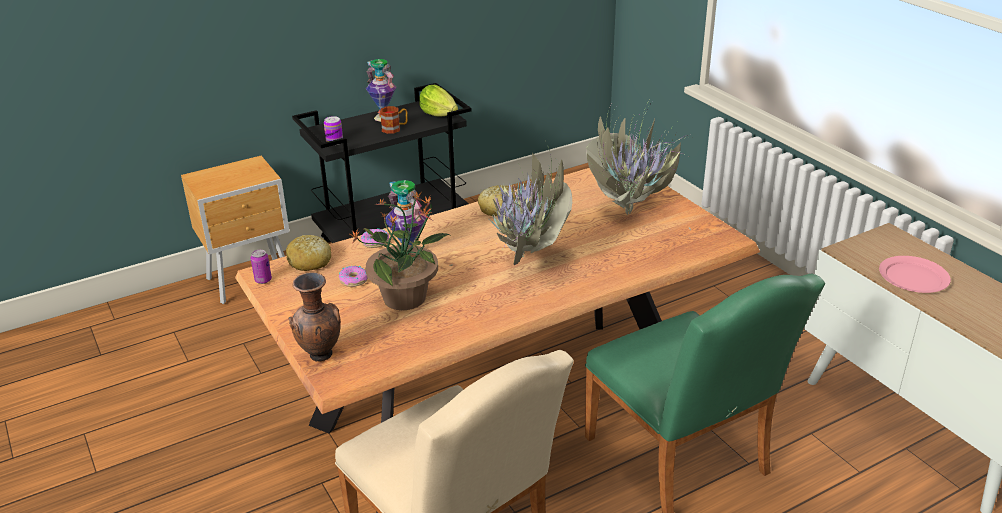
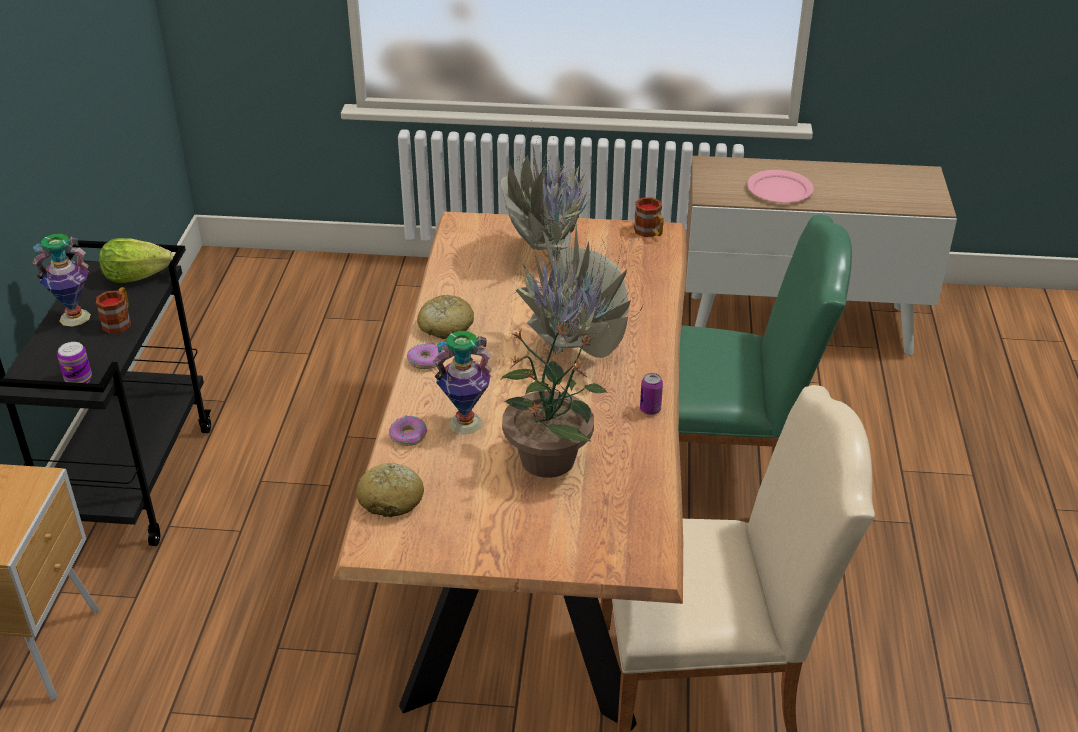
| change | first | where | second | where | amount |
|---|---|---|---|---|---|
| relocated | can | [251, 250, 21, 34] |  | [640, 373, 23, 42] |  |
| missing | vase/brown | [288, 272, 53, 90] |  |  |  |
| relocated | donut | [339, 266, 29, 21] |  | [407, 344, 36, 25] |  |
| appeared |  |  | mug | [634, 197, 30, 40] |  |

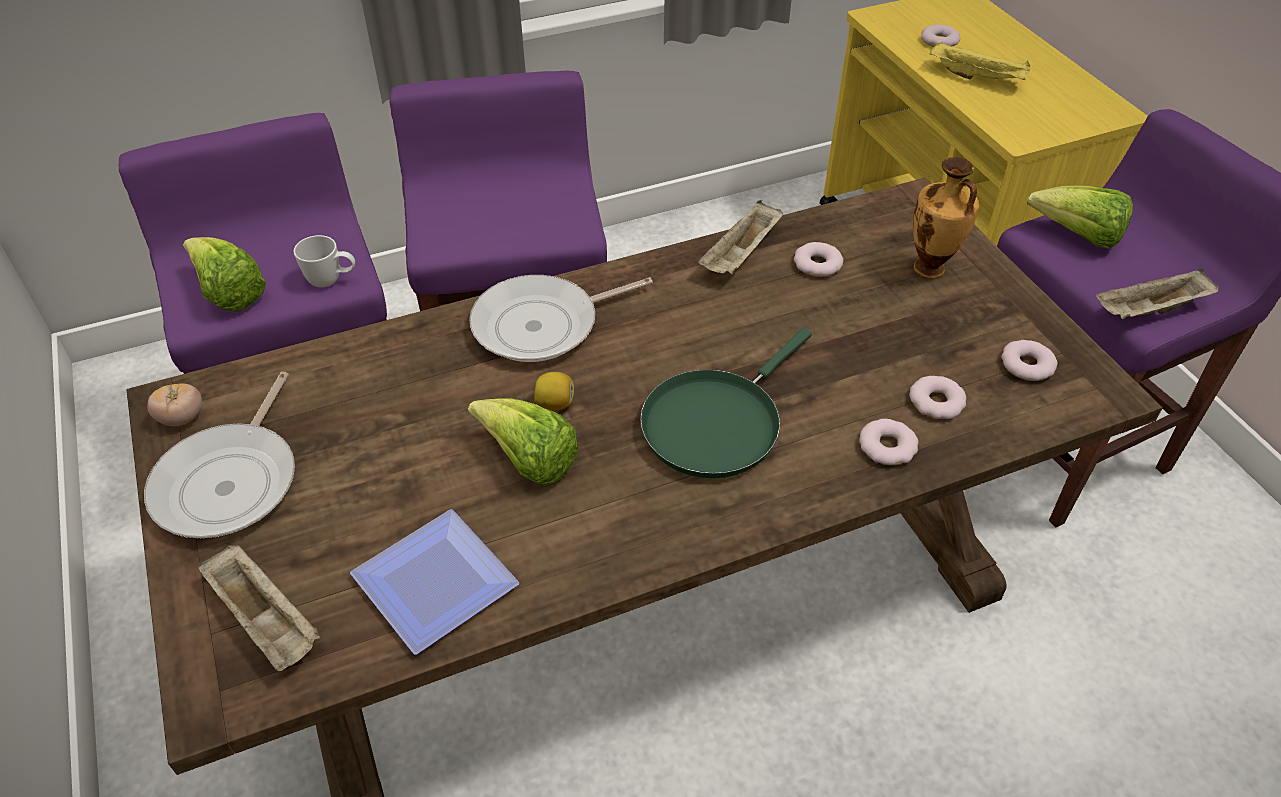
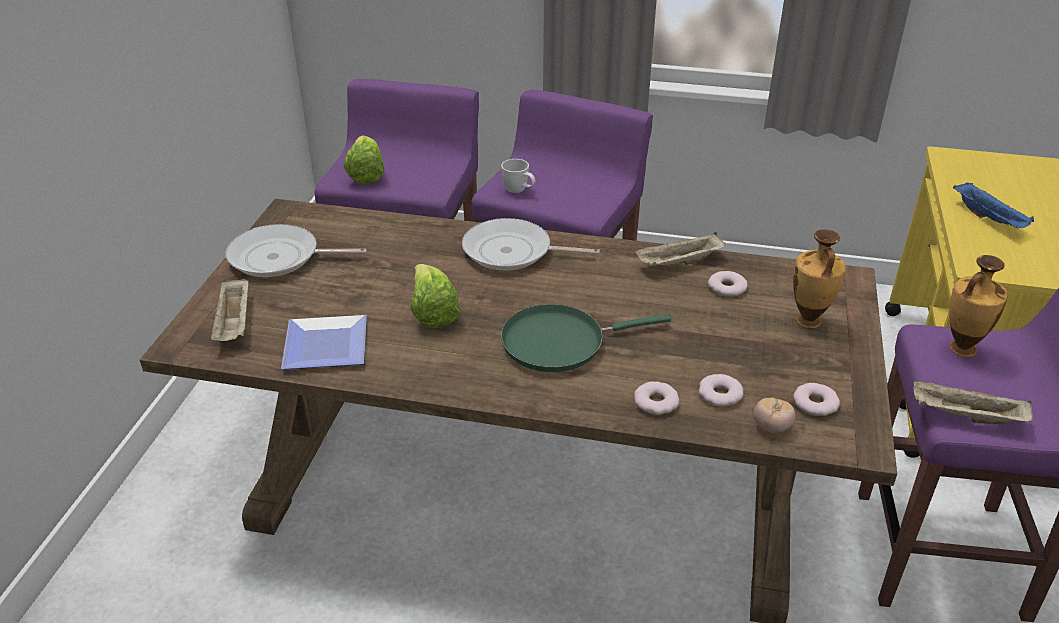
| change | first | where | second | where | amount |
|---|---|---|---|---|---|
| spun | frying pan | [144, 372, 151, 166] |  | [225, 224, 142, 53] | 45 degrees clockwise |
| relocated | tomato | [147, 383, 55, 43] |  | [753, 398, 43, 35] |  |
| relocated | mug/white | [294, 235, 61, 52] |  | [501, 159, 34, 34] |  |
| missing | lemon | [534, 372, 40, 39] |  |  |  |
| missing | donut | [921, 24, 39, 23] |  |  |  |
| colour | tray/yellow | [930, 42, 100, 38] | tray/blue | [953, 182, 81, 46] |  |
| exchanged | lettuce | [1027, 186, 106, 63] | vase | [949, 255, 59, 102] |  |

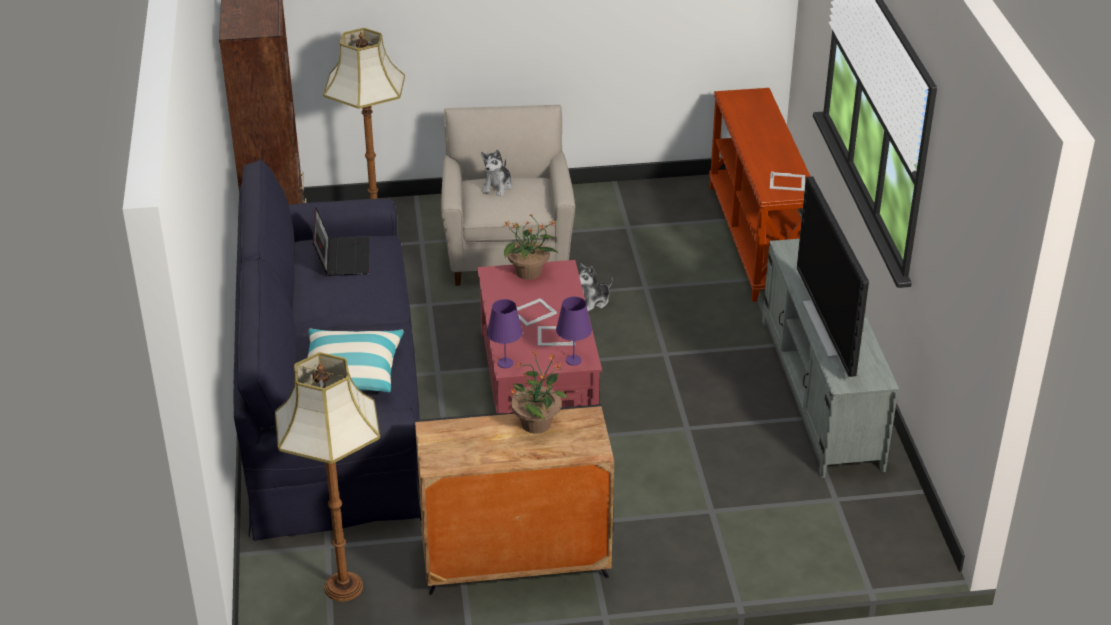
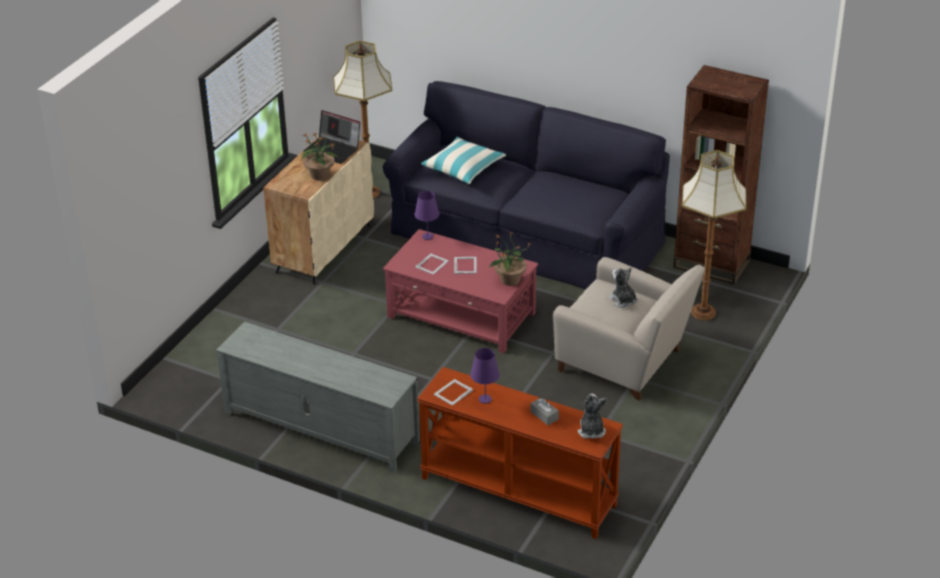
| change | first | where | second | where | amount |
|---|---|---|---|---|---|
| relocated | laptop | [313, 207, 56, 69] |  | [303, 110, 57, 54] |  |
| colour | cabinet/black | [415, 404, 199, 191] | cabinet/beige | [263, 136, 111, 149] |  |
| relocated | table lamp/purple | [556, 297, 36, 69] |  | [470, 348, 30, 56] |  |
| relocated | plush toy | [579, 263, 34, 48] |  | [578, 394, 29, 45] |  |
| missing | television | [797, 176, 72, 202] |  |  |  |
| appeared |  |  | tissue box/grey | [530, 397, 29, 28] |  |

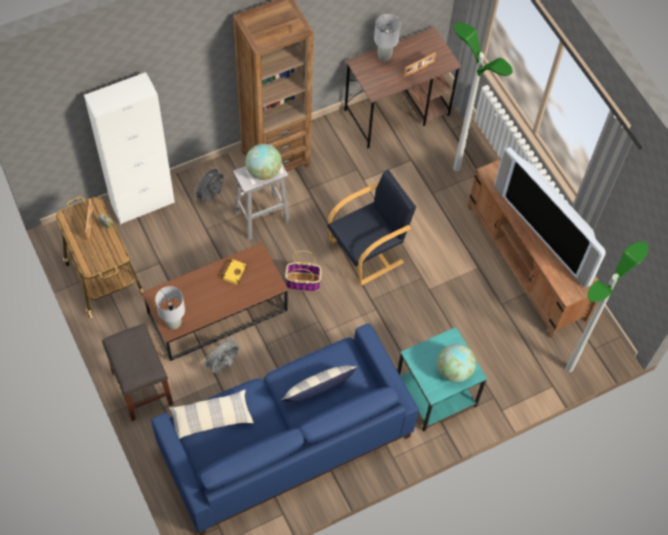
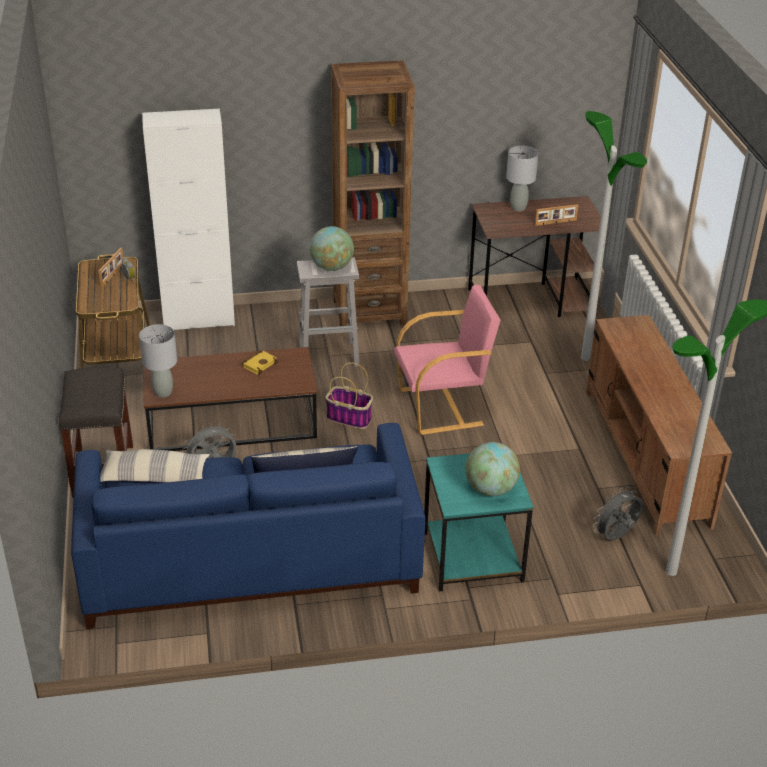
| change | first | where | second | where | amount |
|---|---|---|---|---|---|
| relocated | fan/grey | [193, 166, 31, 37] |  | [593, 486, 50, 54] |  |
| colour | armchair/black | [327, 170, 89, 115] | armchair/pink | [394, 285, 107, 150] |  |
| missing | television | [494, 147, 112, 141] |  |  |  |

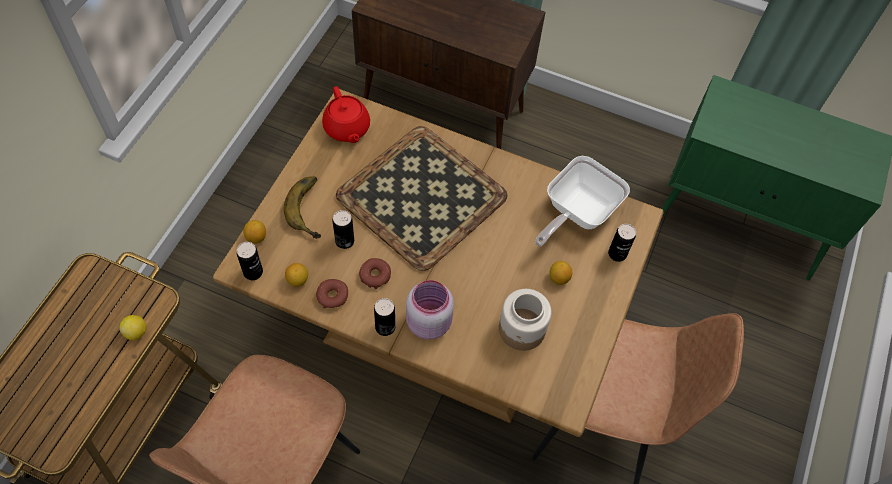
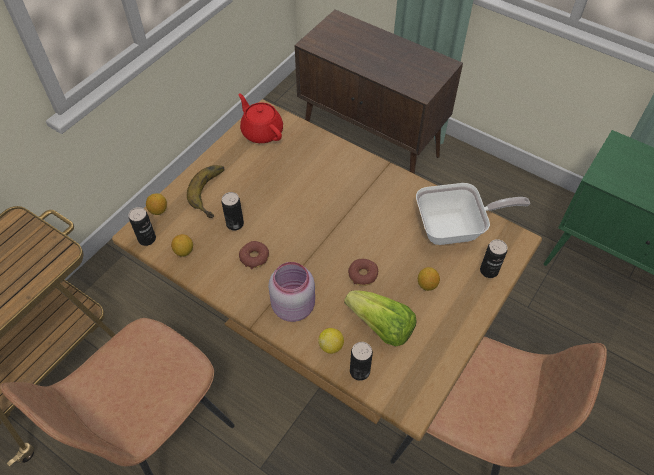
| change | first | where | second | where | amount |
|---|---|---|---|---|---|
| relocated | lemon | [119, 315, 27, 25] |  | [318, 328, 26, 26] |  |
| relocated | donut | [316, 279, 32, 30] |  | [348, 259, 30, 27] |  |
| spun | teapot/red | [322, 86, 48, 57] |  | [238, 94, 45, 49] | 150 degrees clockwise |
| missing | tray | [336, 126, 172, 145] |  |  |  |
| relocated | can | [374, 298, 21, 38] |  | [350, 342, 23, 39] |  |
| exchanged | jar | [499, 289, 53, 62] | lettuce | [344, 290, 72, 56] |  |
| spun | frying pan | [535, 156, 95, 90] |  | [416, 183, 114, 62] | 150 degrees counterclockwise |

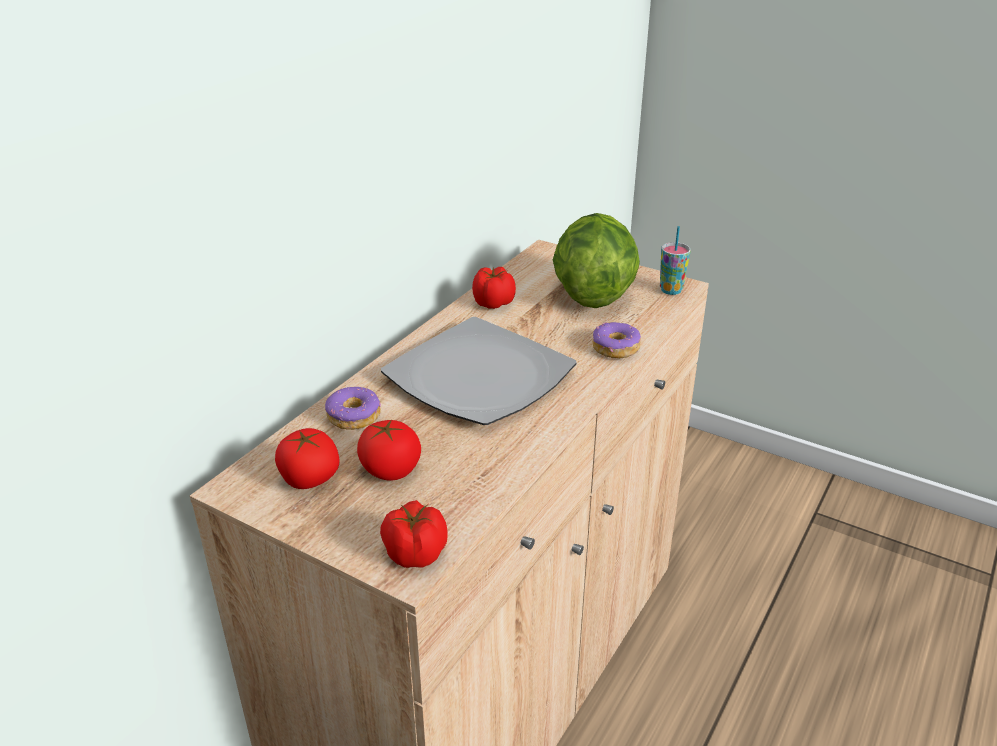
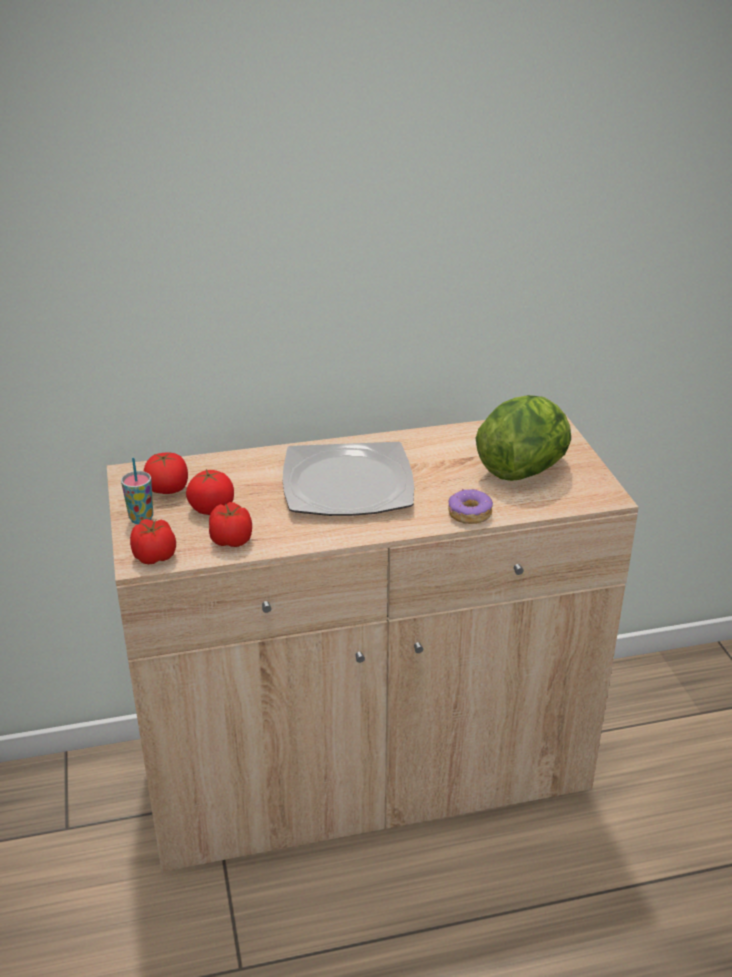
| change | first | where | second | where | amount |
|---|---|---|---|---|---|
| missing | donut | [325, 387, 56, 43] |  |  |  |
| relocated | tomato | [472, 267, 44, 42] |  | [209, 502, 43, 45] |  |
| relocated | cup | [660, 226, 31, 69] |  | [121, 458, 32, 66] |  |

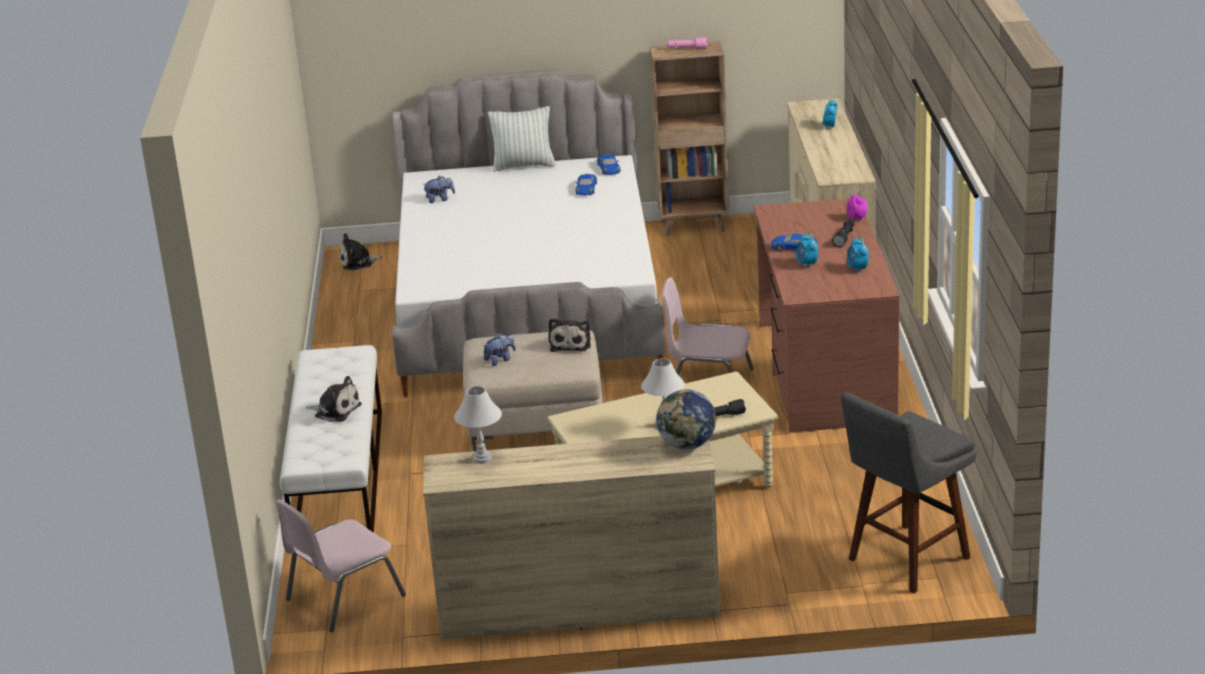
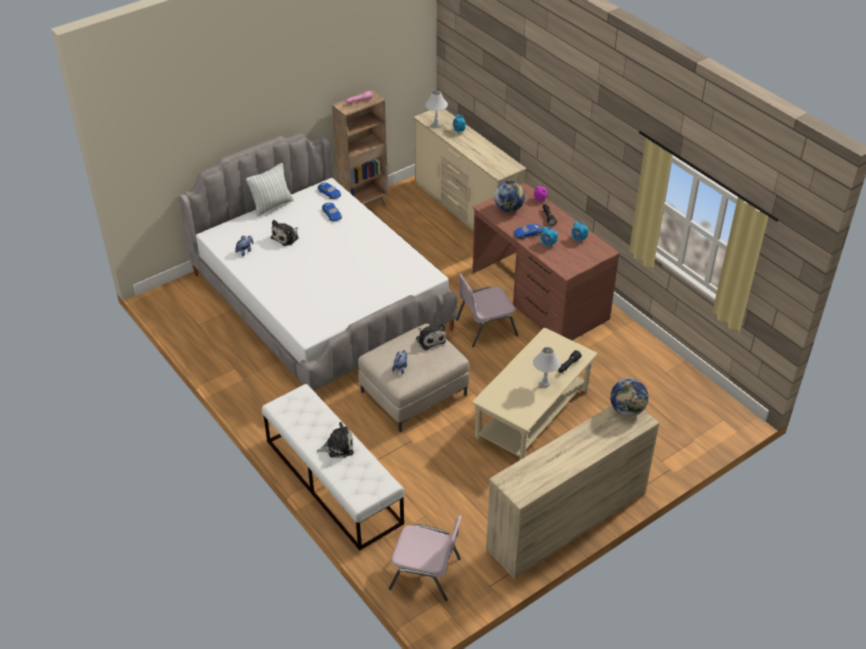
| change | first | where | second | where | amount |
|---|---|---|---|---|---|
| spun | chair/pink | [275, 499, 131, 133] |  | [389, 515, 73, 86] | 90 degrees counterclockwise |
| relocated | plush toy | [339, 233, 44, 37] |  | [271, 220, 28, 26] |  |
| relocated | table lamp/white | [454, 386, 48, 78] |  | [425, 90, 23, 38] |  |
| missing | stool/grey | [841, 392, 136, 202] |  |  |  |
| appeared |  |  | globe | [494, 181, 31, 31] |  |

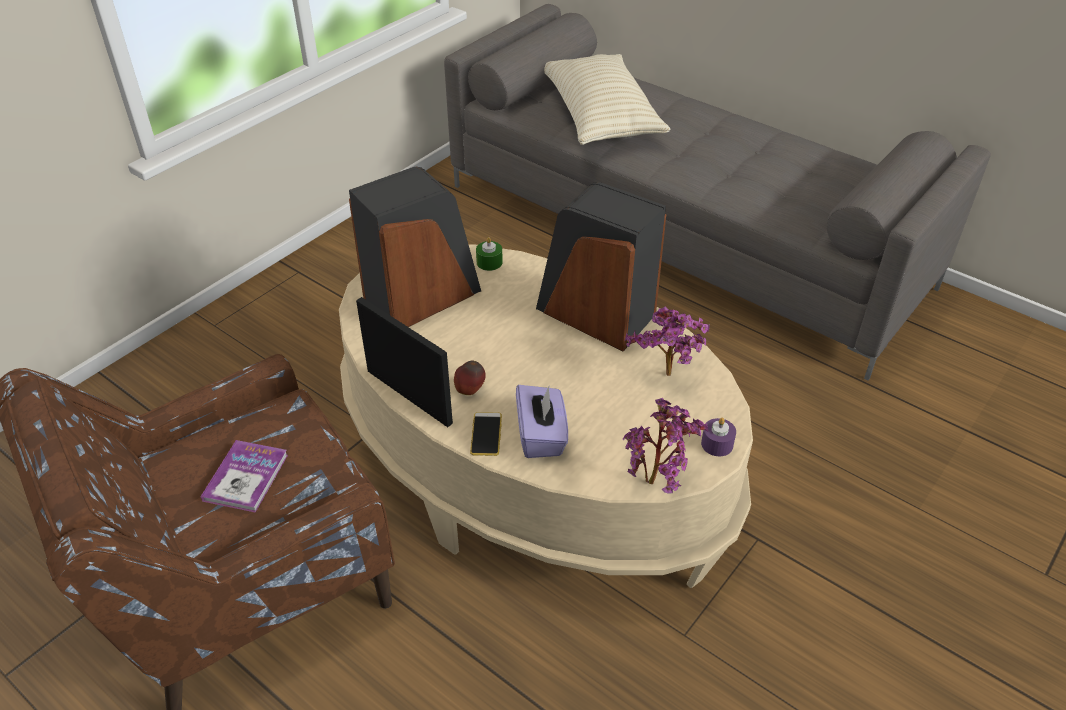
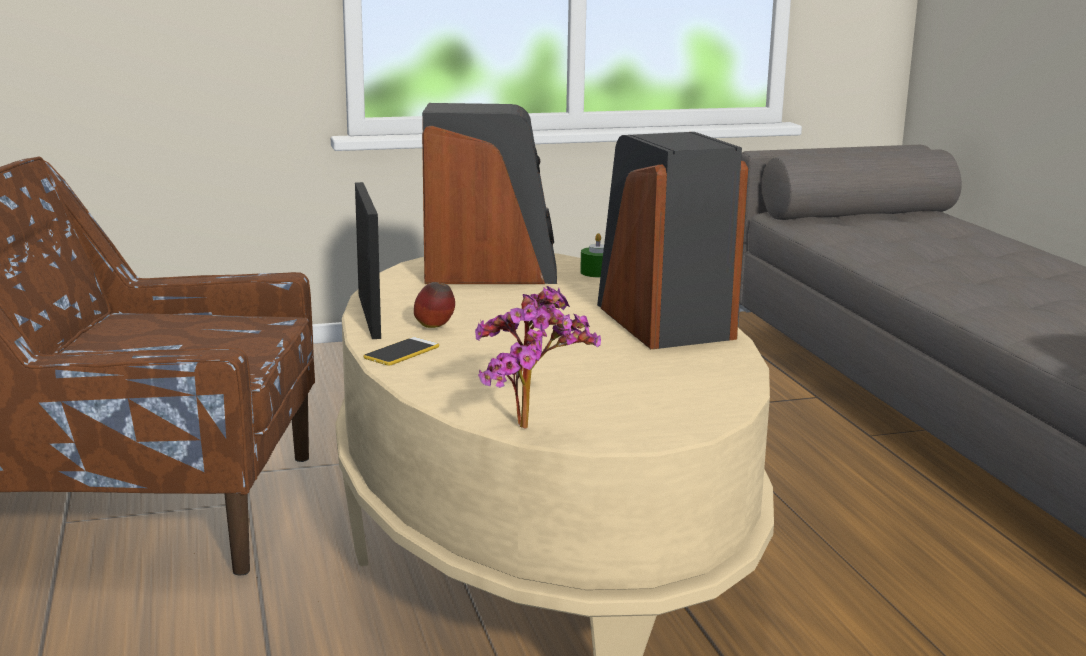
| change | first | where | second | where | amount |
|---|---|---|---|---|---|
| missing | book | [201, 440, 87, 73] |  |  |  |
| missing | tissue box/purple | [516, 385, 52, 73] |  |  |  |
| missing | pillow/beige | [544, 54, 126, 91] |  |  |  |
| missing | potted plant | [624, 306, 86, 70] |  |  |  |
| missing | candle/purple | [701, 418, 35, 38] |  |  |  |

